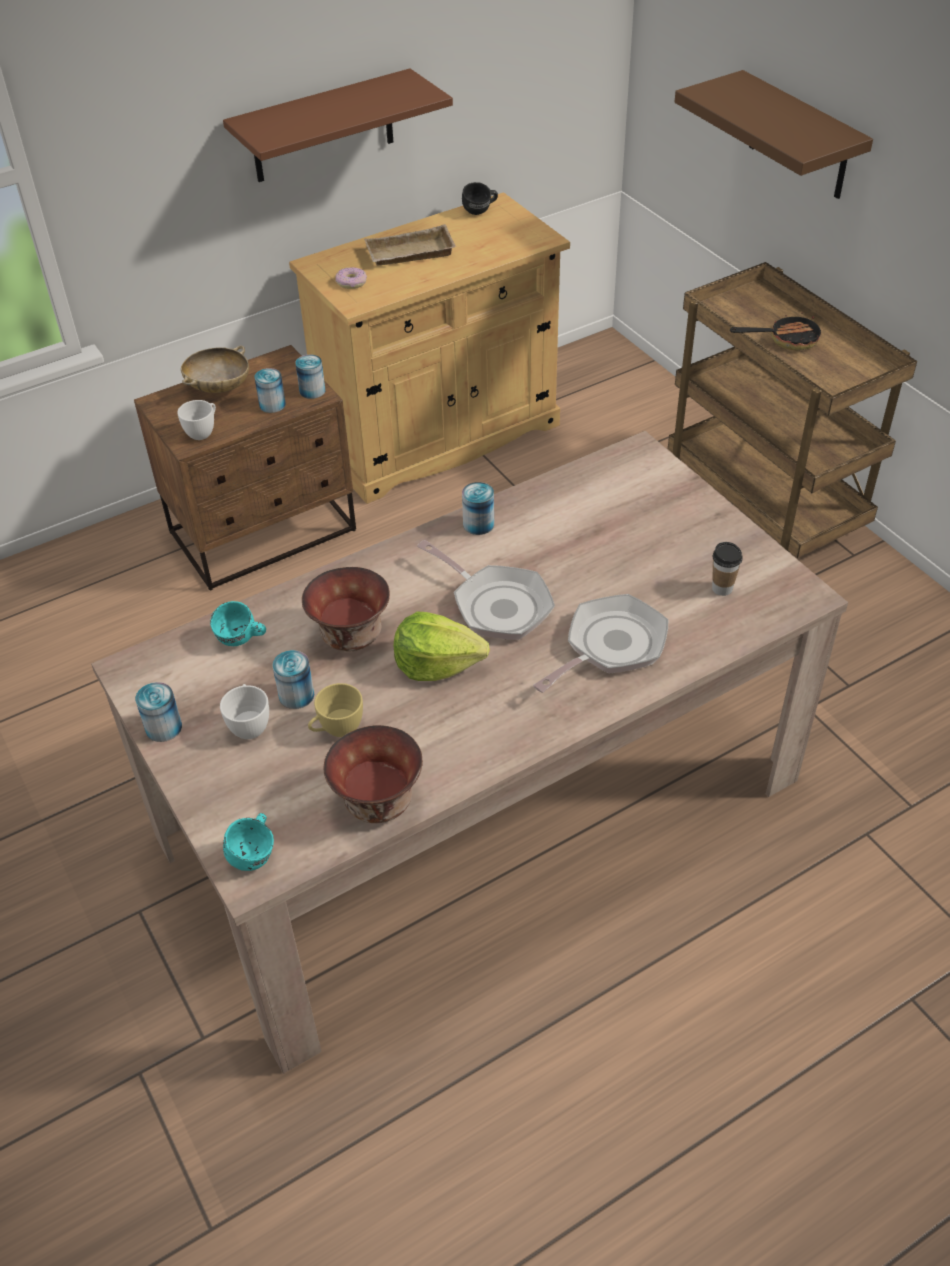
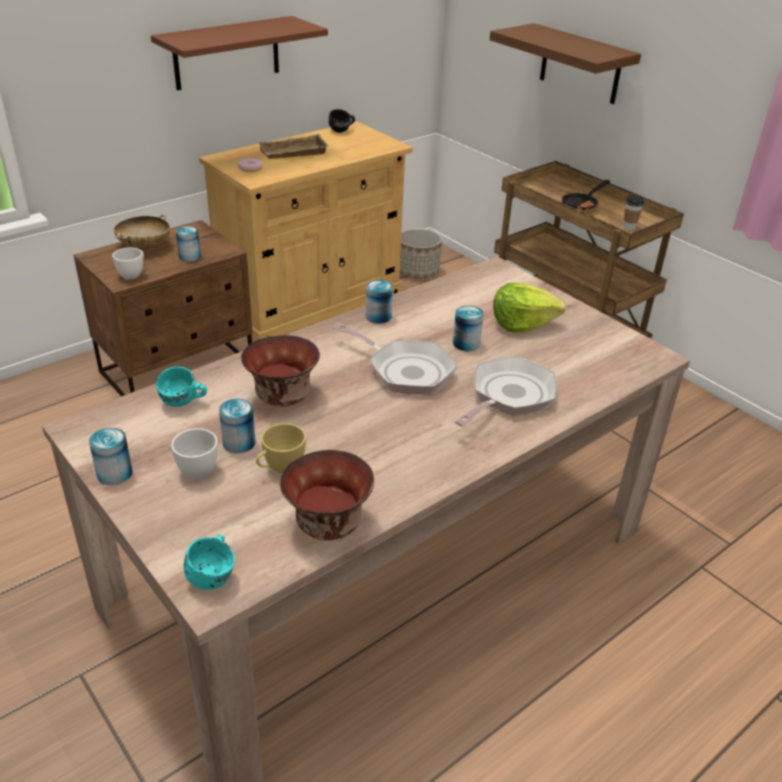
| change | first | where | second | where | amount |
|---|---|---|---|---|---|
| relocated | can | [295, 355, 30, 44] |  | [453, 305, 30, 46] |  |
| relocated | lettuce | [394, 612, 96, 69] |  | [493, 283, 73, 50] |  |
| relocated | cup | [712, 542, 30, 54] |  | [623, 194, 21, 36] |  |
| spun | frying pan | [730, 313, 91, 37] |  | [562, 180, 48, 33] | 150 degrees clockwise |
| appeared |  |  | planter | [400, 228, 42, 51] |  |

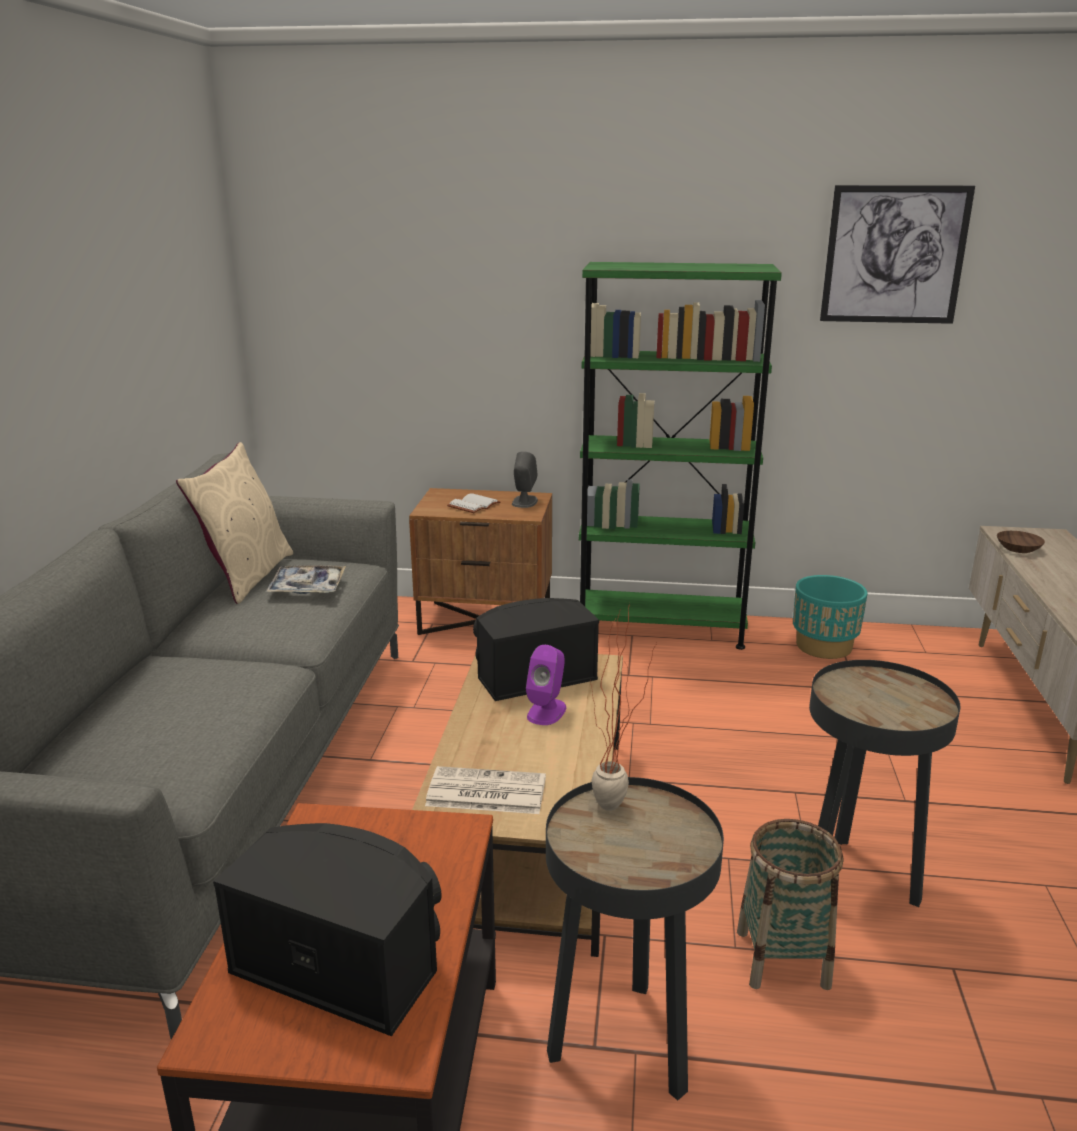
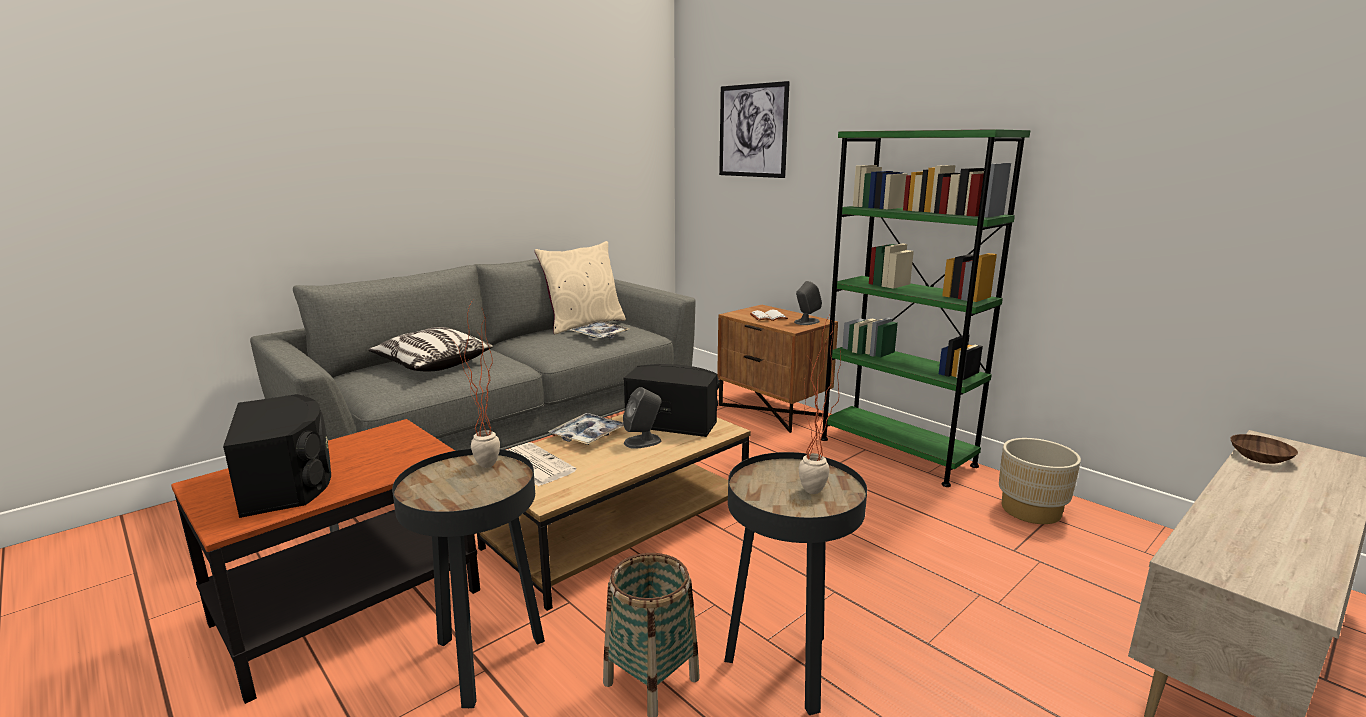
| change | first | where | second | where | amount |
|---|---|---|---|---|---|
| colour | speaker/purple | [526, 645, 40, 80] | speaker/grey | [623, 387, 39, 62] |  |
| colour | planter/turquoise | [793, 575, 74, 84] | planter/beige | [999, 438, 82, 86] |  |
| relocated | picture | [820, 185, 155, 139] |  | [719, 81, 71, 97] |  |
| appeared |  |  | pillow | [368, 327, 125, 44] |  |
| appeared |  |  | tray | [548, 413, 76, 32] |  |
| appeared |  |  | potted plant | [799, 313, 42, 181] |  |

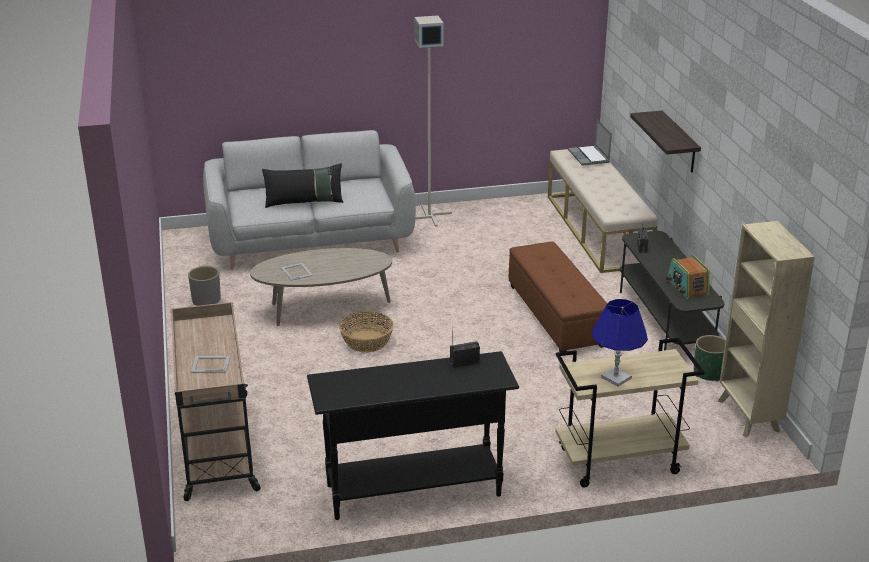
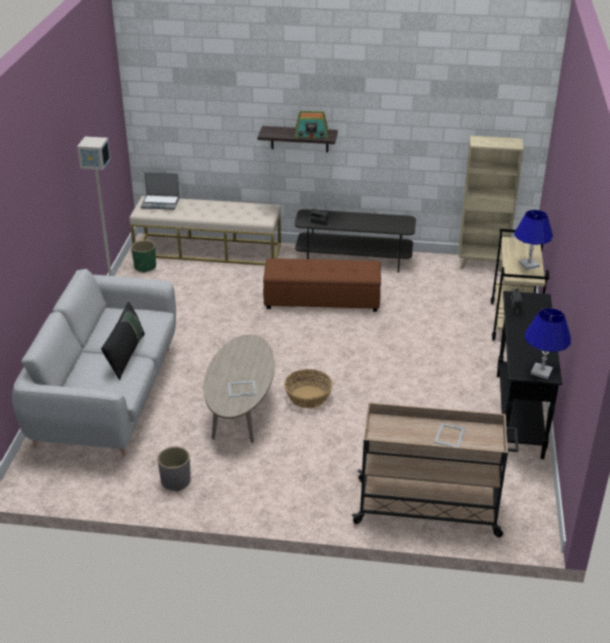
| change | first | where | second | where | amount |
|---|---|---|---|---|---|
| relocated | radio | [666, 255, 44, 44] |  | [295, 111, 33, 27] |  |
| relocated | planter/green | [694, 335, 32, 46] |  | [131, 240, 25, 33] |  |
| appeared |  |  | table lamp/blue | [525, 308, 46, 71] |  |

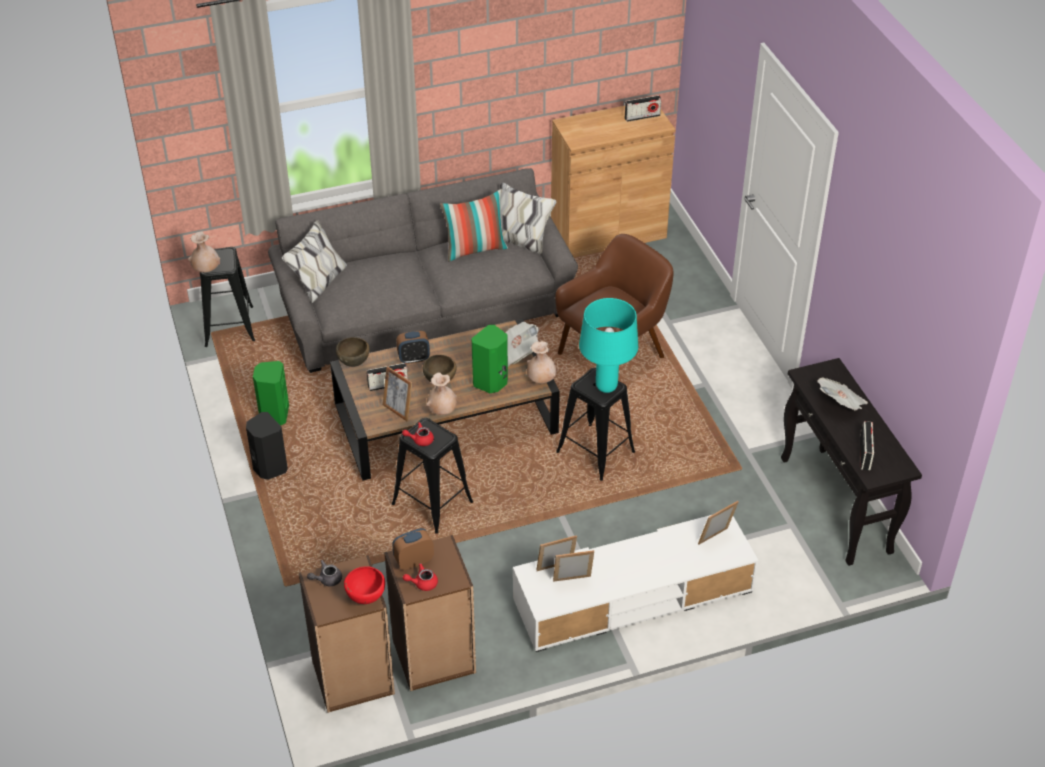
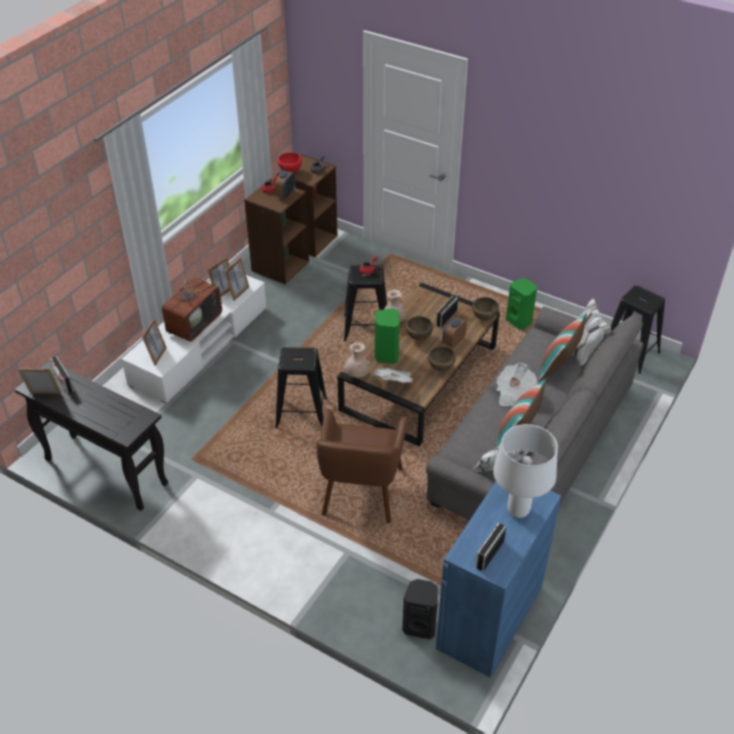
| change | first | where | second | where | amount |
|---|---|---|---|---|---|
| missing | vase/beige | [188, 231, 32, 42] |  |  |  |
| relocated | speaker/black | [246, 412, 42, 68] |  | [402, 579, 36, 60] |  |
| relocated | picture frame | [383, 366, 29, 55] |  | [18, 368, 44, 26] |  |
| colour | cabinet/brown | [551, 106, 124, 152] | cabinet/blue | [436, 481, 125, 197] |  |
| missing | table lamp/turquoise | [579, 298, 59, 95] |  |  |  |
| relocated | newspaper | [818, 377, 50, 34] |  | [496, 363, 42, 44] |  |
| appeared |  |  | television | [162, 261, 60, 81] |  |
| appeared |  |  | bowl/brown | [428, 346, 28, 25] |  |
| appeared |  |  | table lamp/white | [493, 424, 65, 94] |  |
| appeared |  |  | pillow | [539, 313, 48, 68] |  |

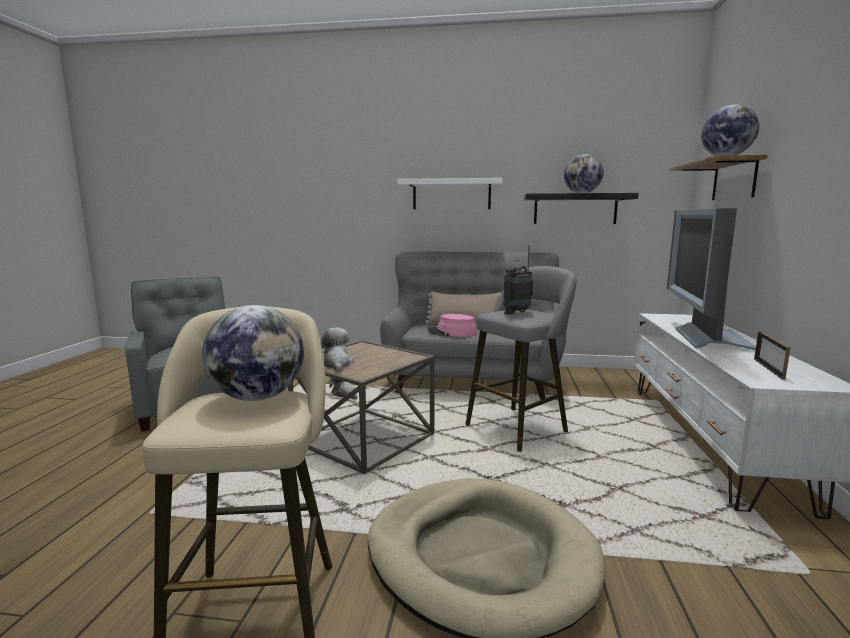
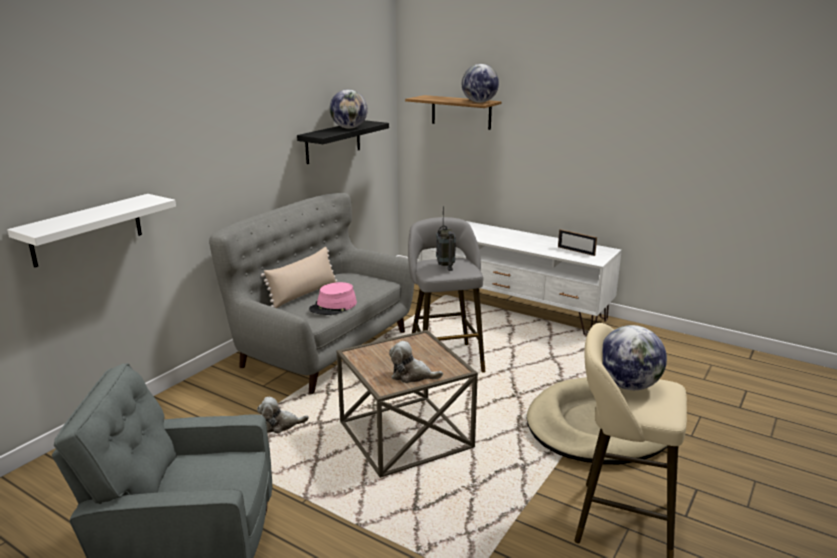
| change | first | where | second | where | amount |
|---|---|---|---|---|---|
| relocated | shelf/white | [397, 178, 106, 31] |  | [7, 194, 169, 74] |  |
| missing | television | [667, 208, 89, 142] |  |  |  |

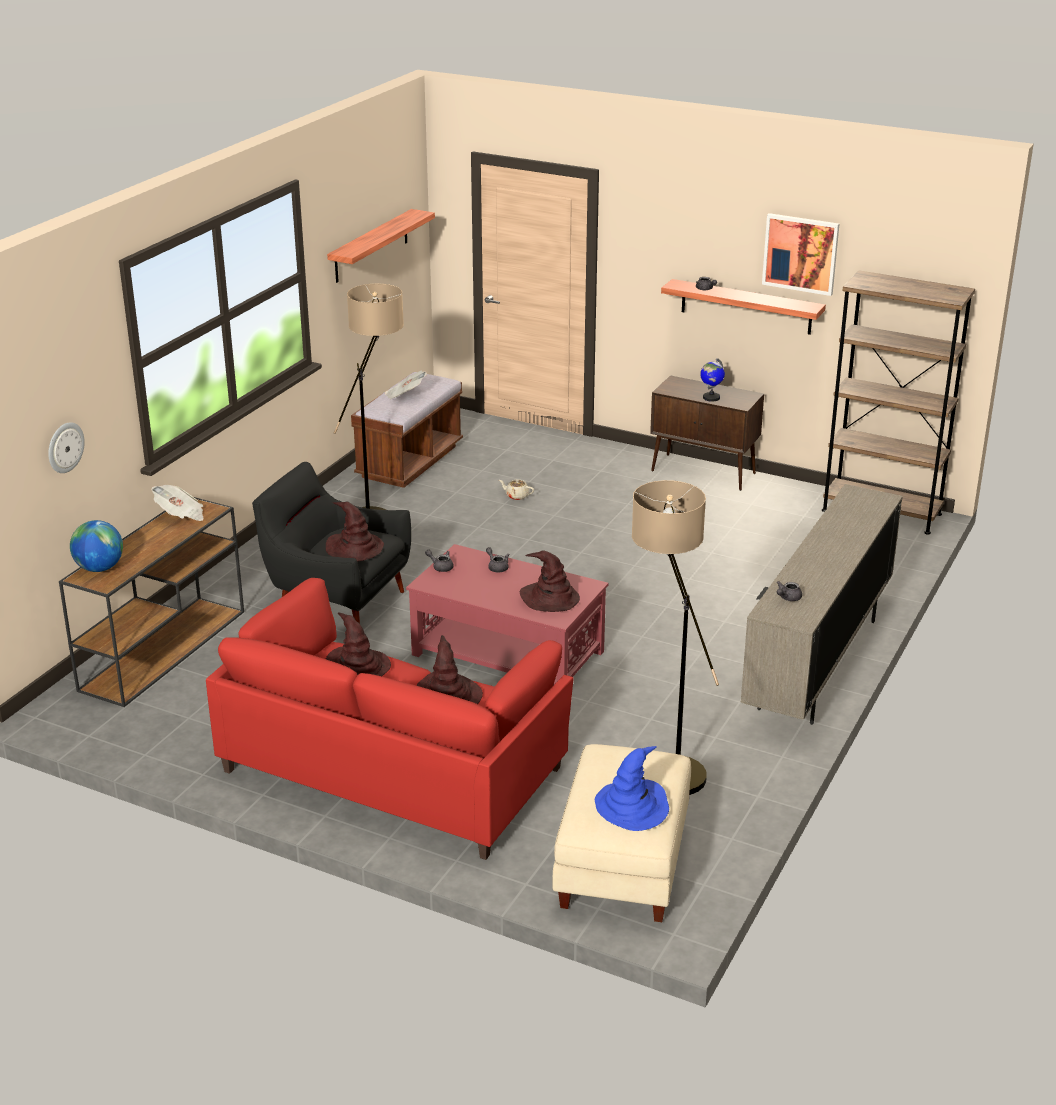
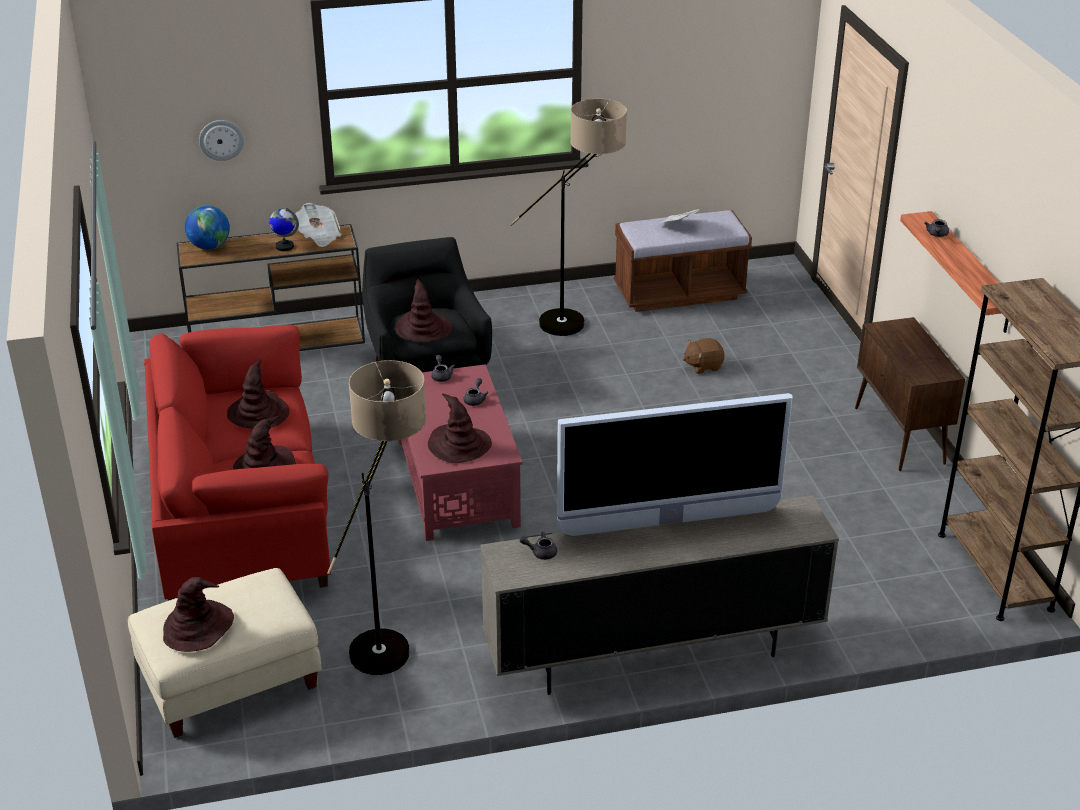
| change | first | where | second | where | amount |
|---|---|---|---|---|---|
| missing | shelf | [327, 209, 108, 74] |  |  |  |
| exchanged | teapot/beige | [499, 479, 35, 21] | plush toy/brown | [683, 338, 42, 36] |  |
| colour | hat/blue | [595, 746, 74, 85] | hat/brown | [163, 577, 71, 75] |  |
| relocated | globe | [700, 358, 25, 44] |  | [269, 208, 30, 43] |  |
| missing | picture | [762, 213, 77, 83] |  |  |  |
| appeared |  |  | television | [557, 393, 236, 143] |  |

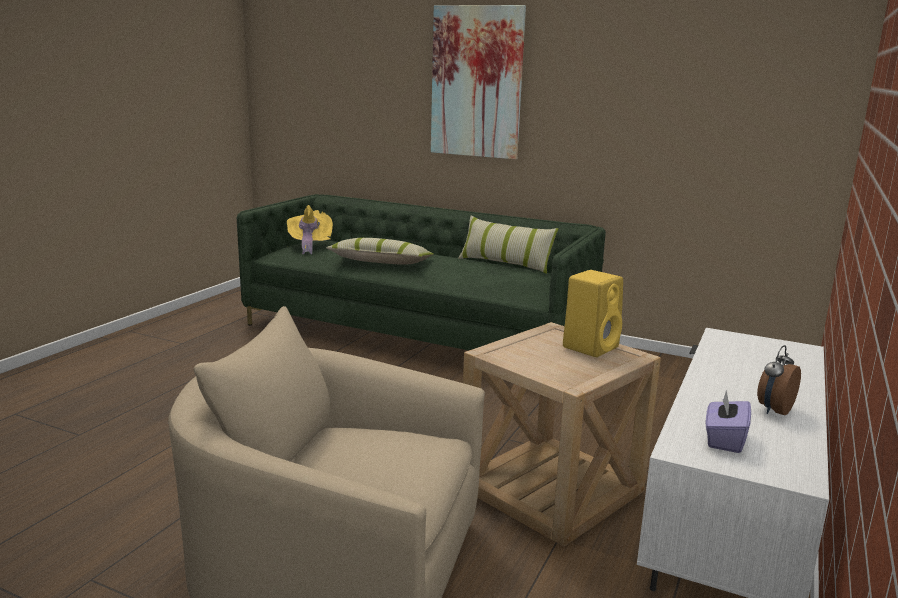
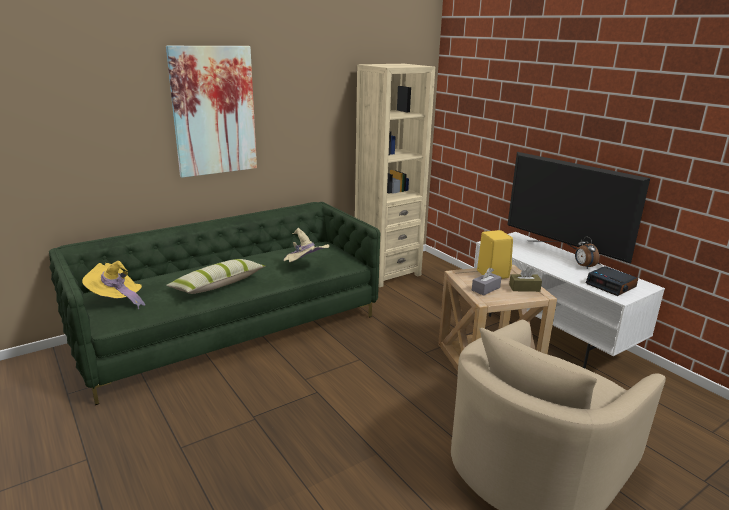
| change | first | where | second | where | amount |
|---|---|---|---|---|---|
| missing | pillow | [458, 216, 101, 58] |  |  |  |
| exchanged | tissue box/purple | [705, 390, 46, 63] | alarm clock | [586, 266, 52, 30] |  |
| appeared |  |  | hat/beige | [283, 228, 47, 34] |  |
| appeared |  |  | bookcase/beige | [355, 64, 80, 224] |  |
| appeared |  |  | tissue box/grey | [472, 268, 30, 28] |  |
| appeared |  |  | television | [508, 152, 142, 113] |  |
| appeared |  |  | tissue box/brown | [509, 267, 33, 25] |  |

